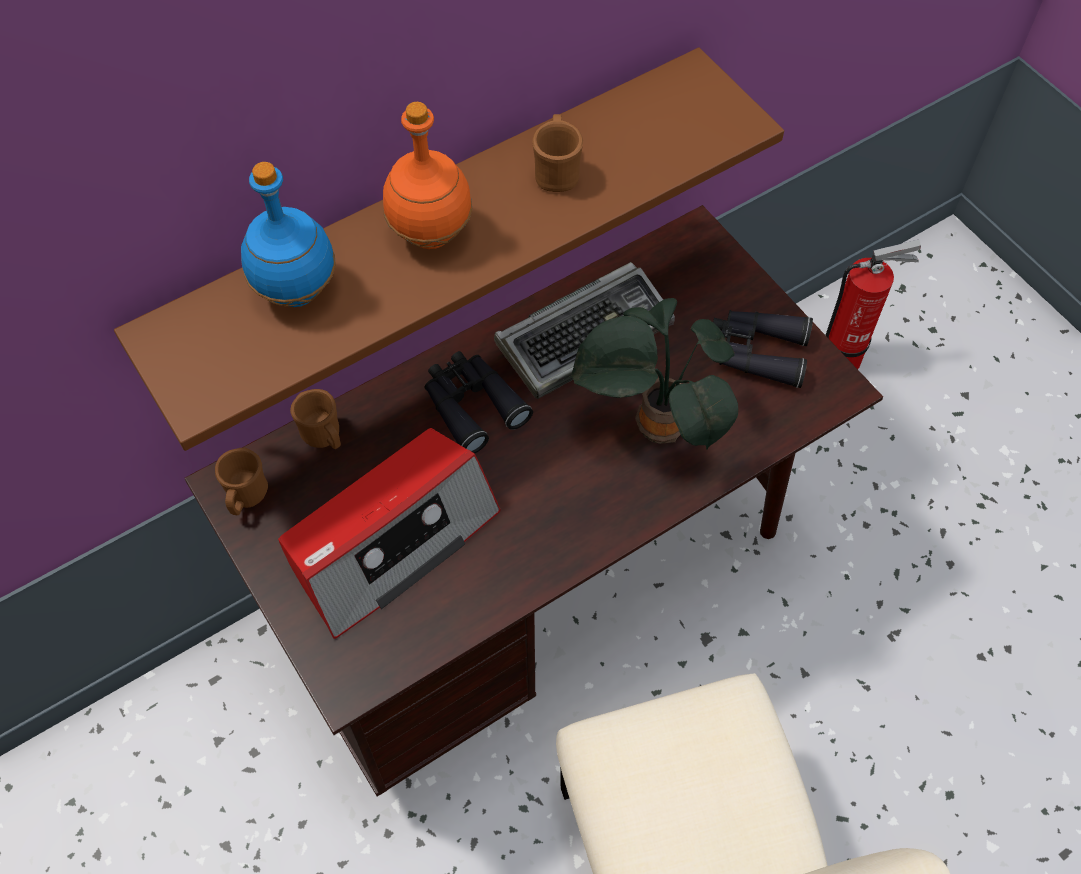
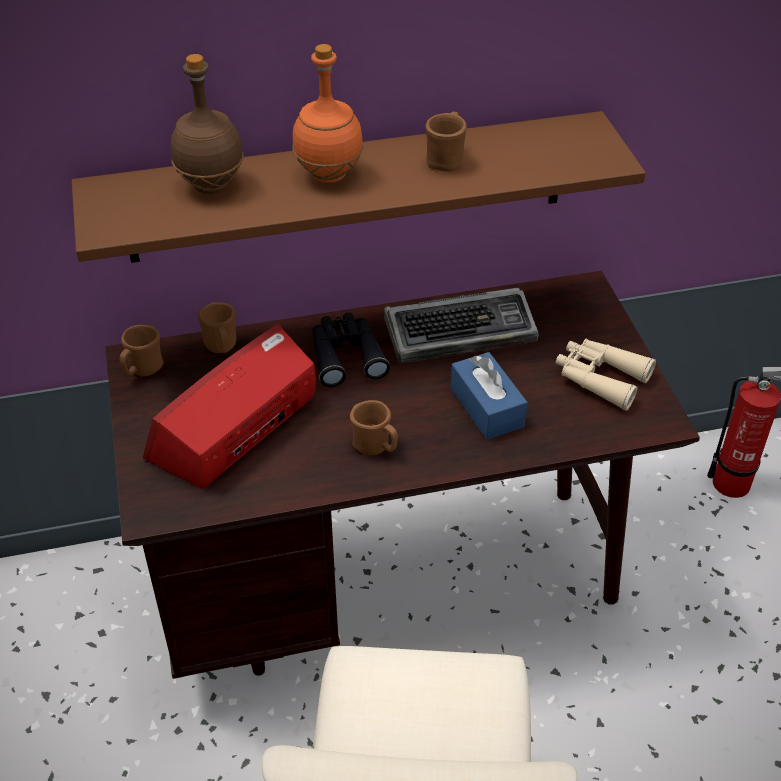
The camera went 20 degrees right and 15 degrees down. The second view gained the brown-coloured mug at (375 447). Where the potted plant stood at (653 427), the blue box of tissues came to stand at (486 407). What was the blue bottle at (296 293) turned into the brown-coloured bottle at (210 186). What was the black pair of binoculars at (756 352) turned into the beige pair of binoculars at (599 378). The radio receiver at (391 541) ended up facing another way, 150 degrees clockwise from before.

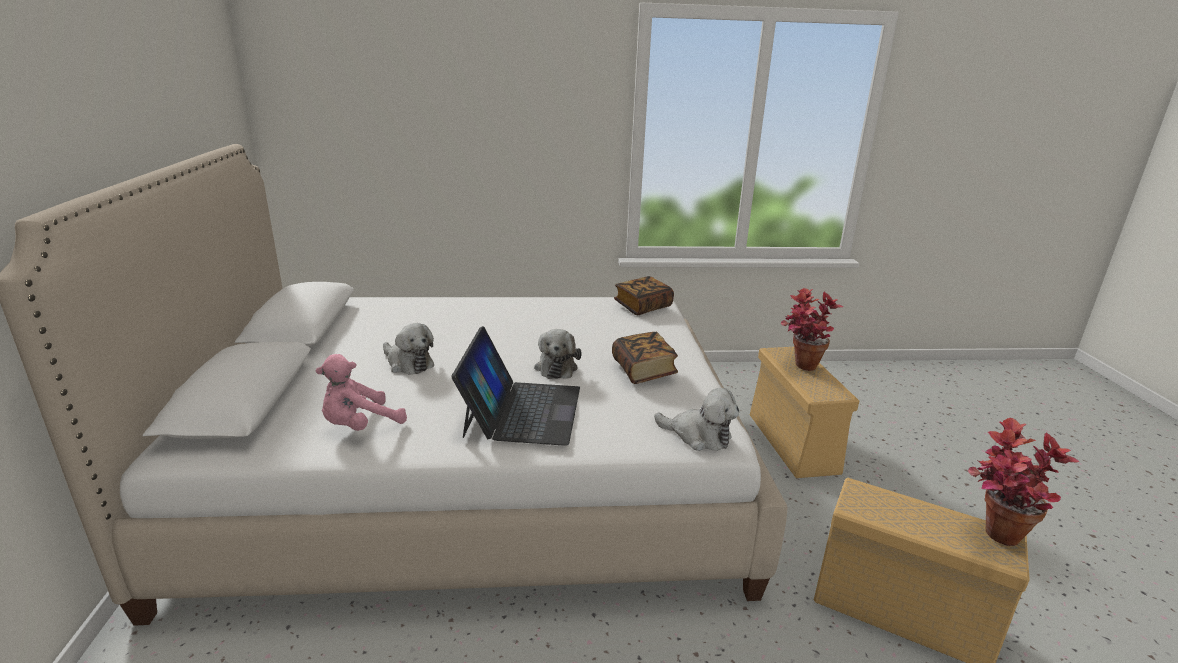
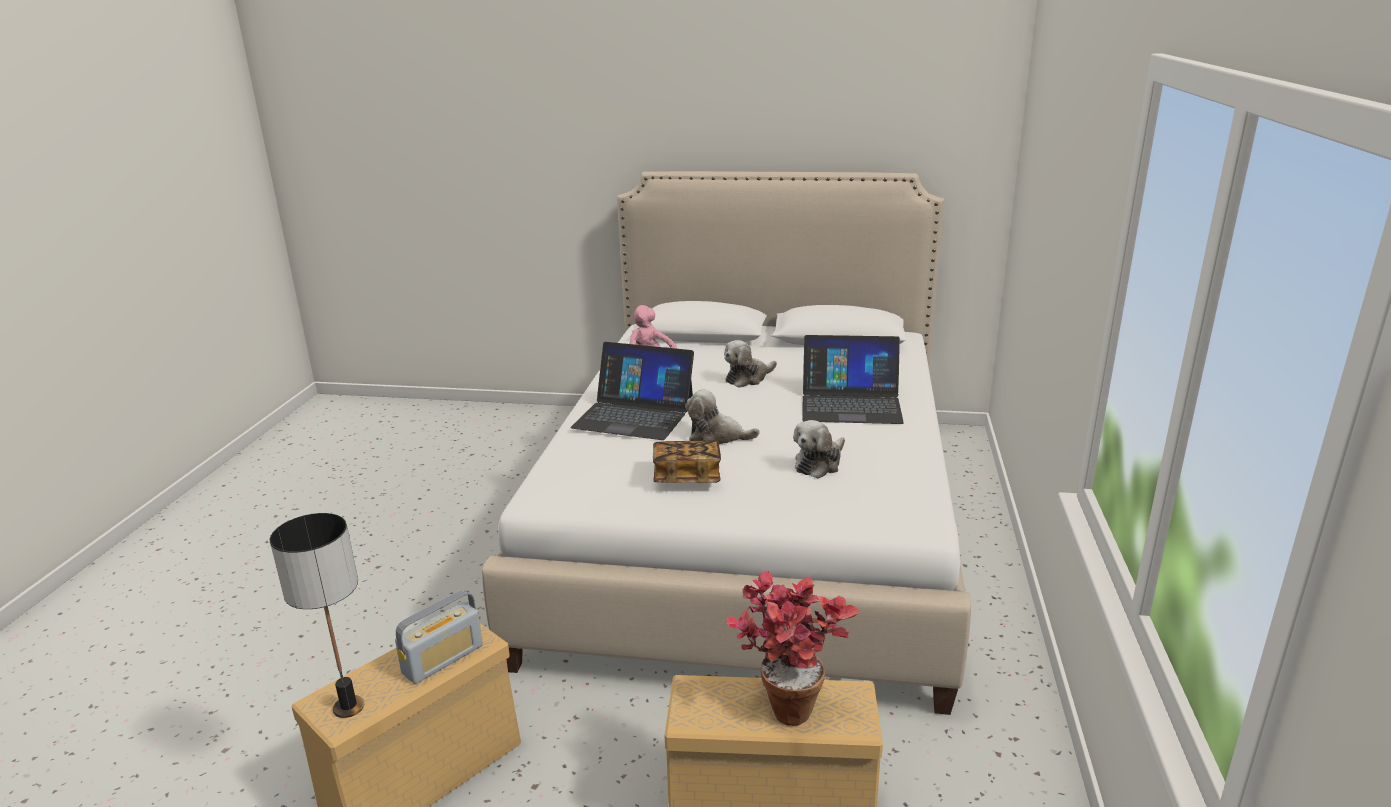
The camera went 105 degrees right and 0 degrees up. The second view lost the volume at (643 306). The second view gained the radio receiver at (443 659). The second view gained the laptop at (850 404). The cuddly toy ended up elsewhere, having gone from (698 436) to (819 463). Where the potted plant stood at (992 538), the lamp for a table came to stand at (348 708).

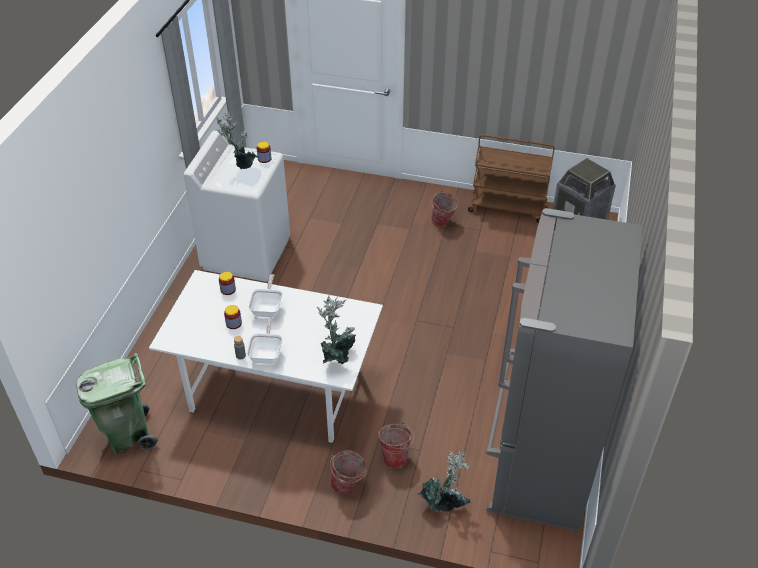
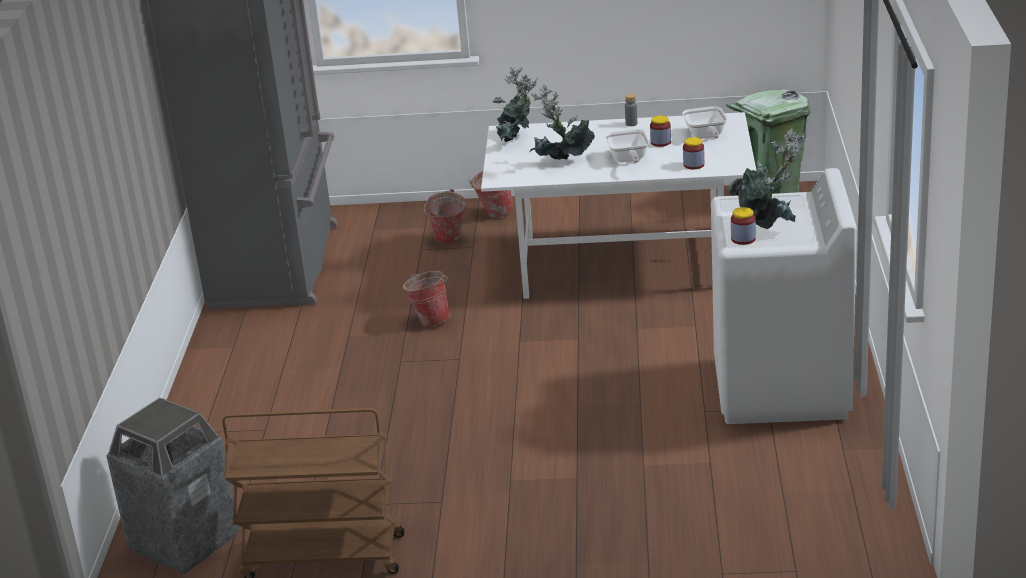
The camera went 170 degrees right and 15 degrees down. The skillet ended up elsewhere, having gone from (267 353) to (705 136). The potted plant ended up elsewhere, having gone from (444 504) to (562 163). The pail ended up elsewhere, having gone from (443 223) to (429 320).

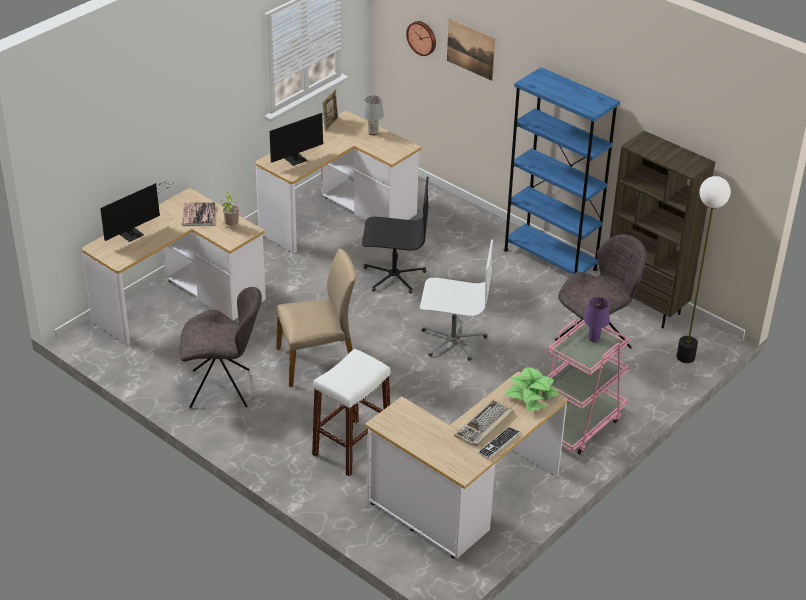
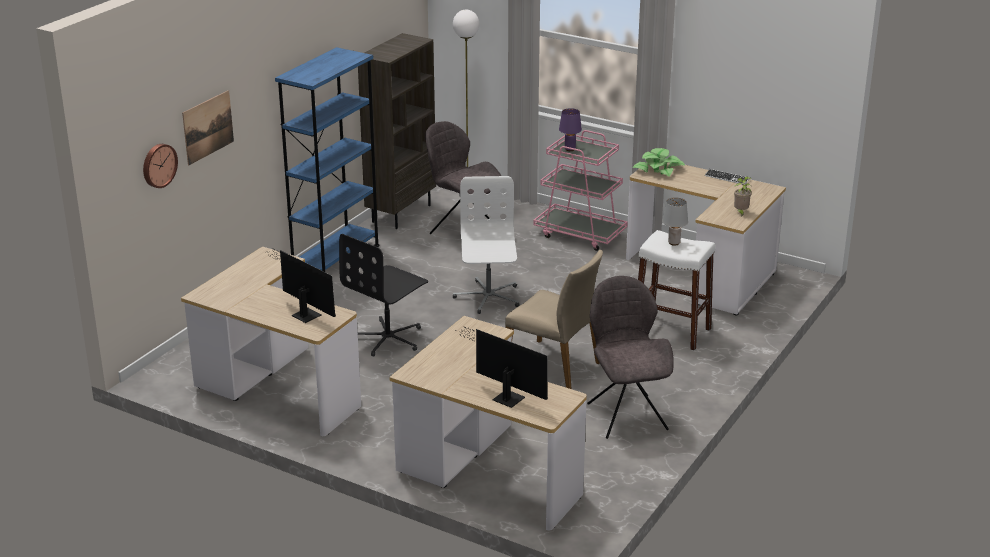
The camera went 100 degrees left and 10 degrees down. The second view lost the volume at (198 215). The second view lost the photo frame at (330 124). The second view lost the computer keyboard at (484 425). The potted plant ended up elsewhere, having gone from (231 226) to (740 213). The grey lamp for a table ended up elsewhere, having gone from (372 133) to (674 243). The beige chair at (317 361) ended up facing another way, 150 degrees clockwise from before. The black desk chair at (393 276) ended up facing another way, 135 degrees counterclockwise from before.

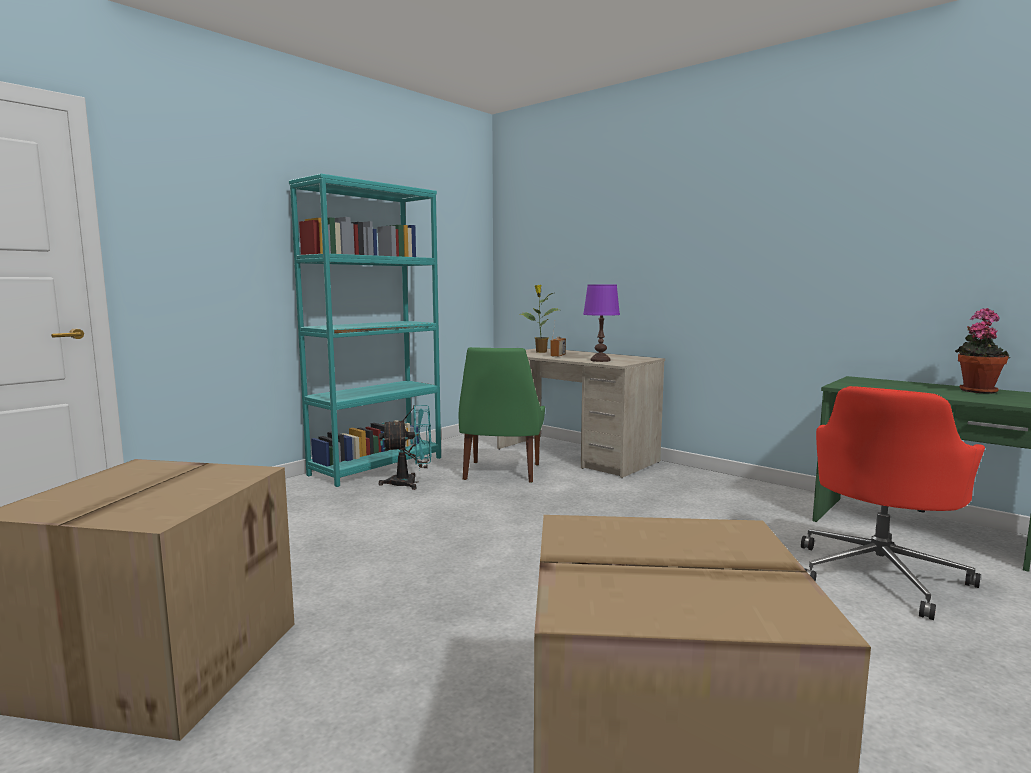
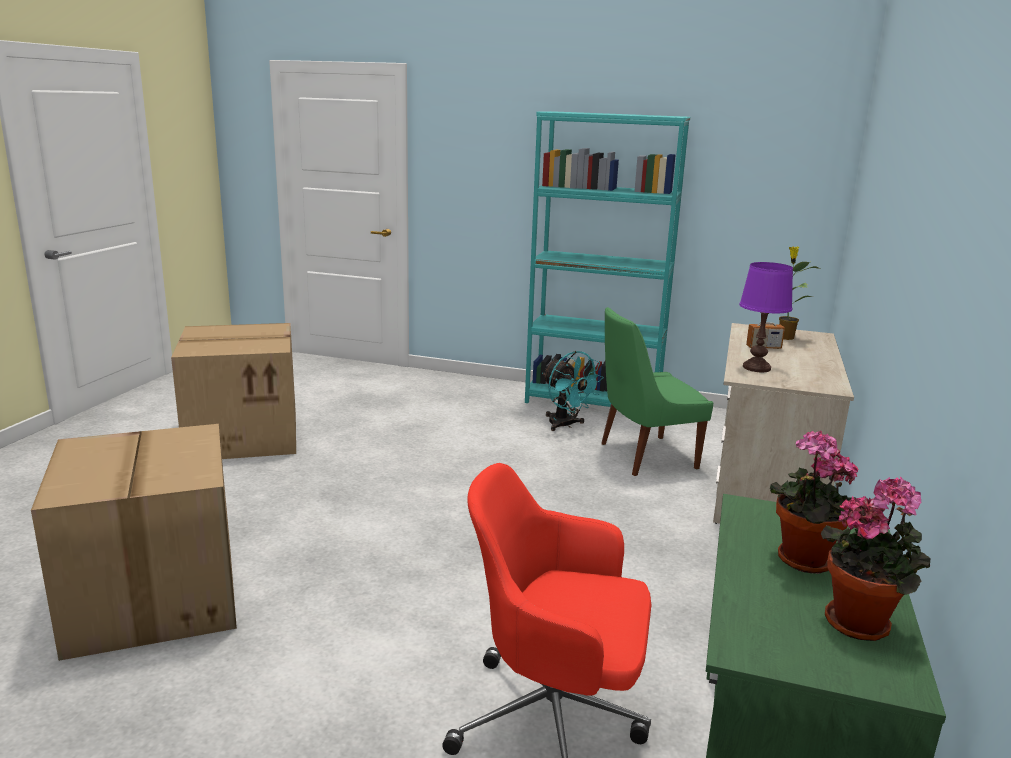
The camera went 65 degrees right and 10 degrees up. The second view gained the potted plant at (801 561).

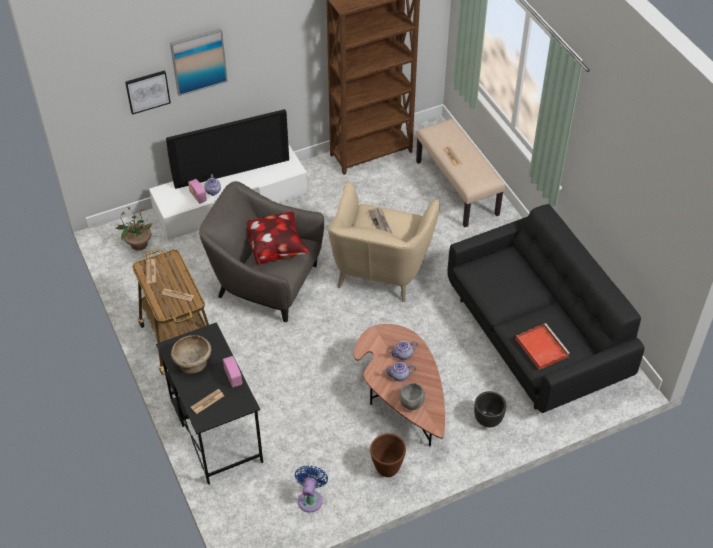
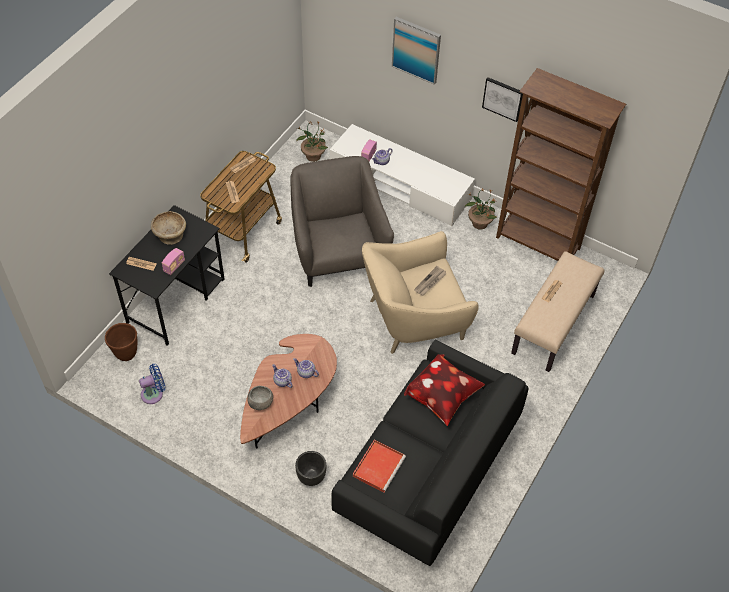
The camera went 55 degrees right and 5 degrees up. The second view lost the TV set at (231 169). The second view gained the potted plant at (479 223). The wall art ended up elsewhere, having gone from (147 91) to (503 98). The throw pillow ended up elsewhere, having gone from (276 248) to (443 398). The brown-coloured planter ended up elsewhere, having gone from (387 469) to (126 354).

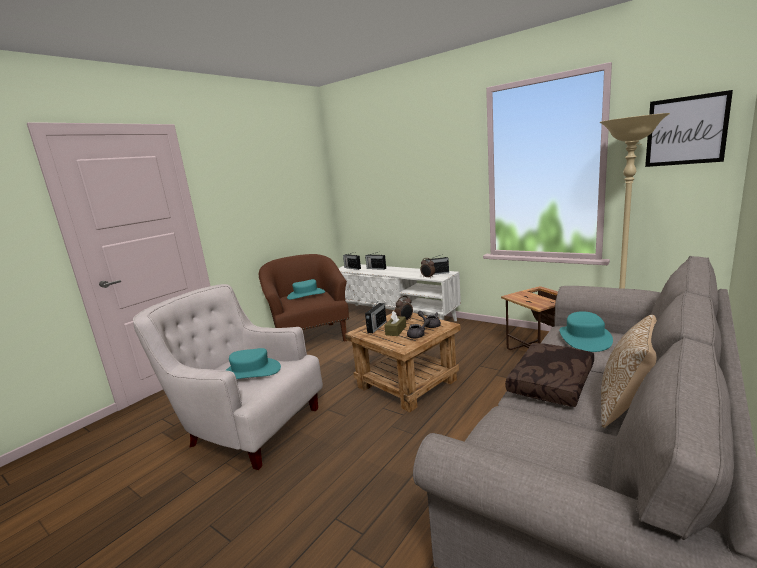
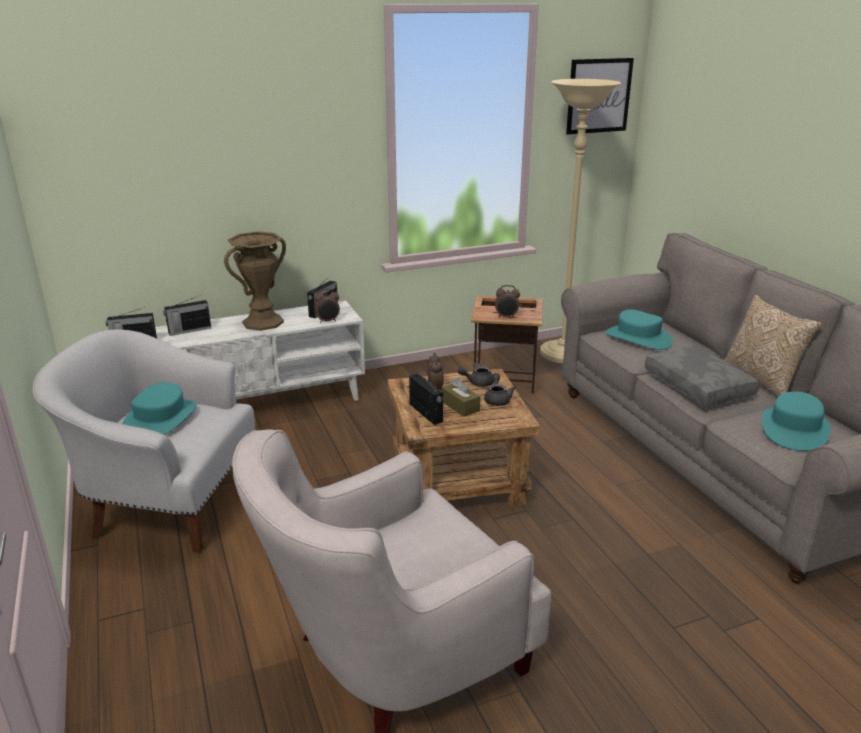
The camera went 60 degrees left and 10 degrees up. The second view gained the brown-coloured flower vase at (263 322). The second view gained the bedside clock at (506 317). The blue-green clothing hat ended up elsewhere, having gone from (251 372) to (794 429). What was the brown-coloured lounge chair at (311 337) turned into the white lounge chair at (168 504). What was the brown-coloured throw pillow at (552 383) turned into the grey throw pillow at (699 386).

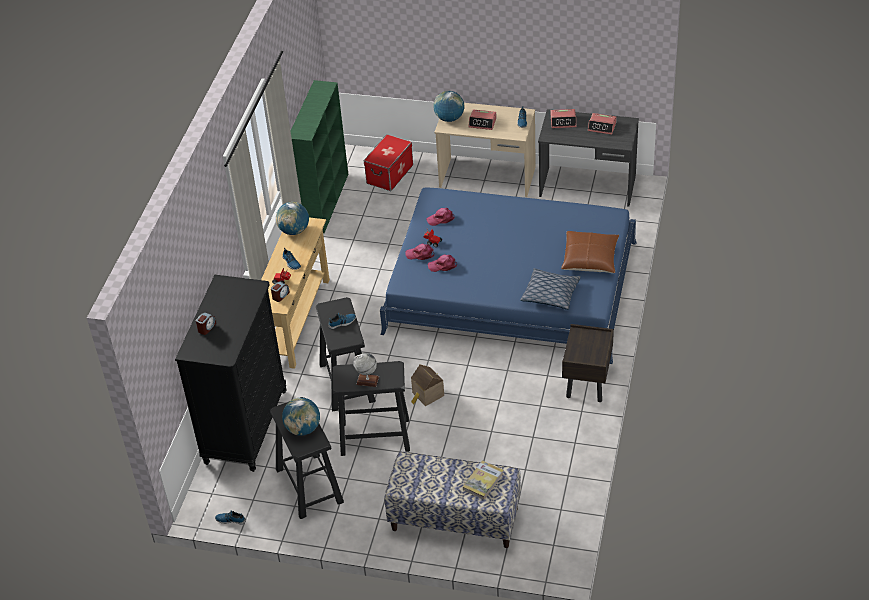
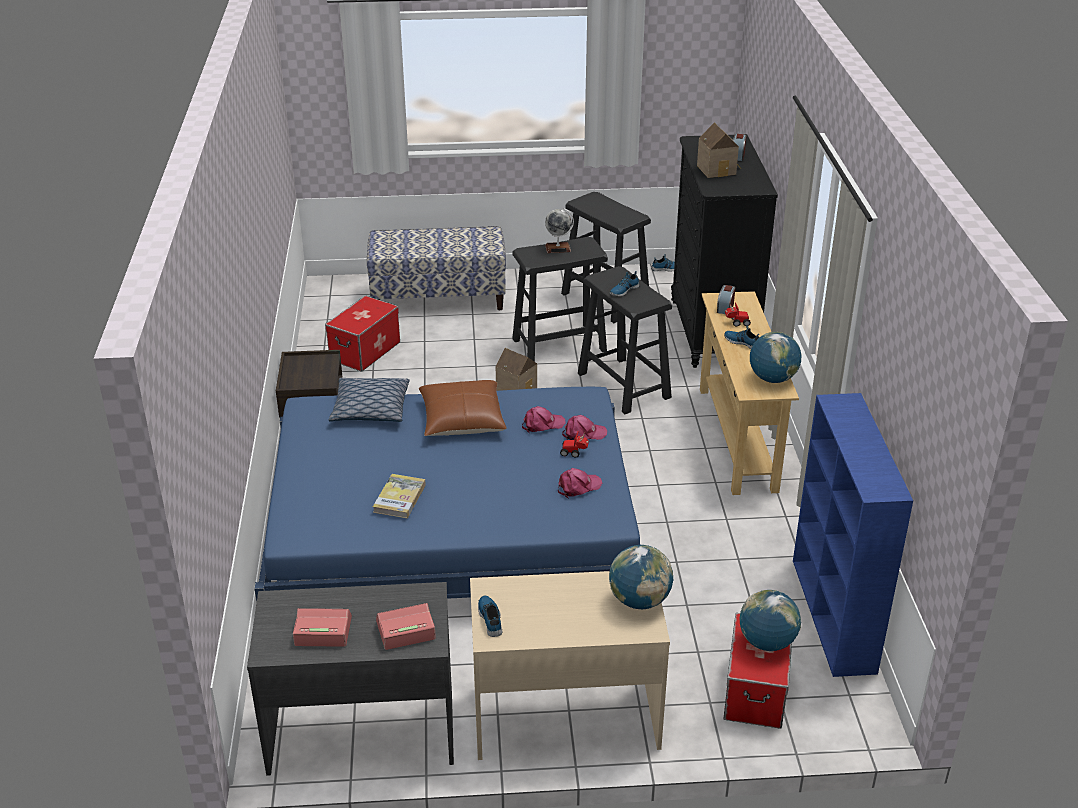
The camera went 160 degrees right and 10 degrees down. The second view lost the bedside clock at (482 123). The second view gained the storage bin at (365 351). The second view gained the model house at (718 170). The desk globe ended up elsewhere, having gone from (303 429) to (767 642). The volume ended up elsewhere, having gone from (483 481) to (399 498). The brown-coloured throw pillow ended up elsewhere, having gone from (590 259) to (462 420). What was the green bookshelf at (325 201) turned into the blue bookshelf at (834 616).

